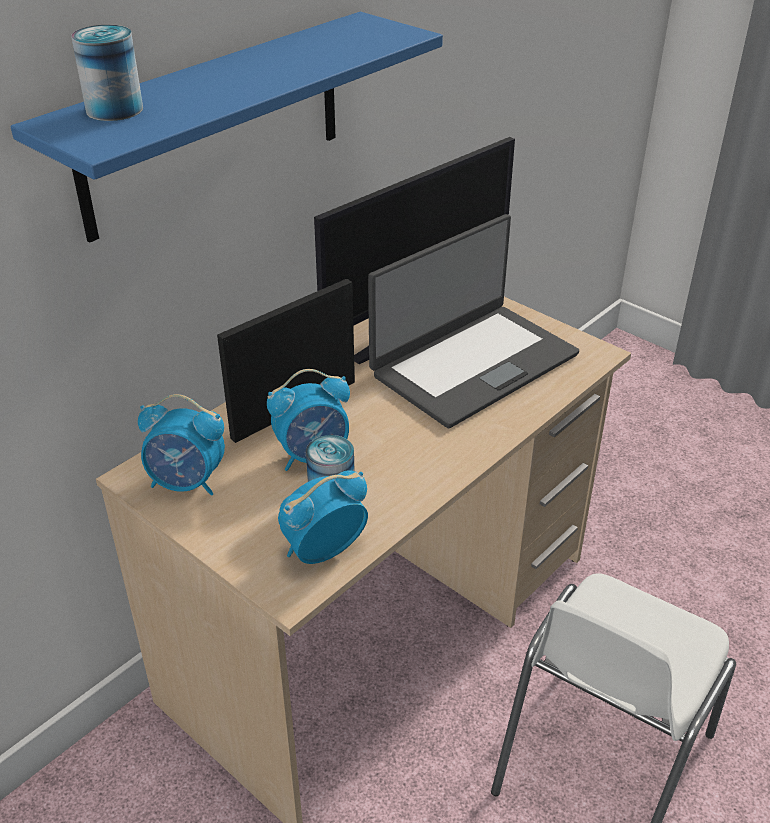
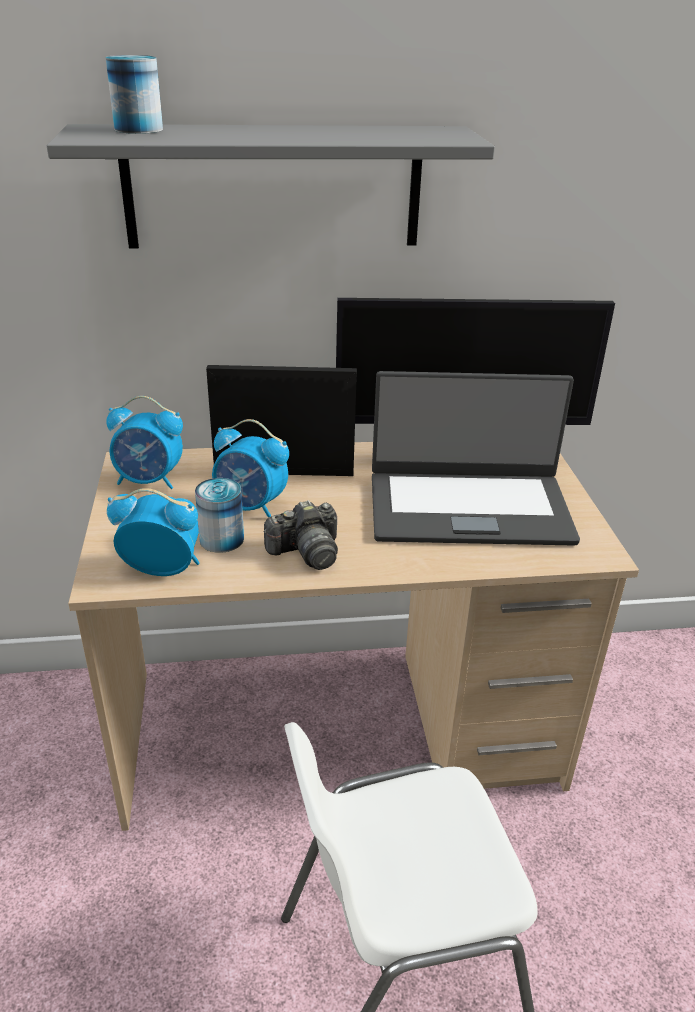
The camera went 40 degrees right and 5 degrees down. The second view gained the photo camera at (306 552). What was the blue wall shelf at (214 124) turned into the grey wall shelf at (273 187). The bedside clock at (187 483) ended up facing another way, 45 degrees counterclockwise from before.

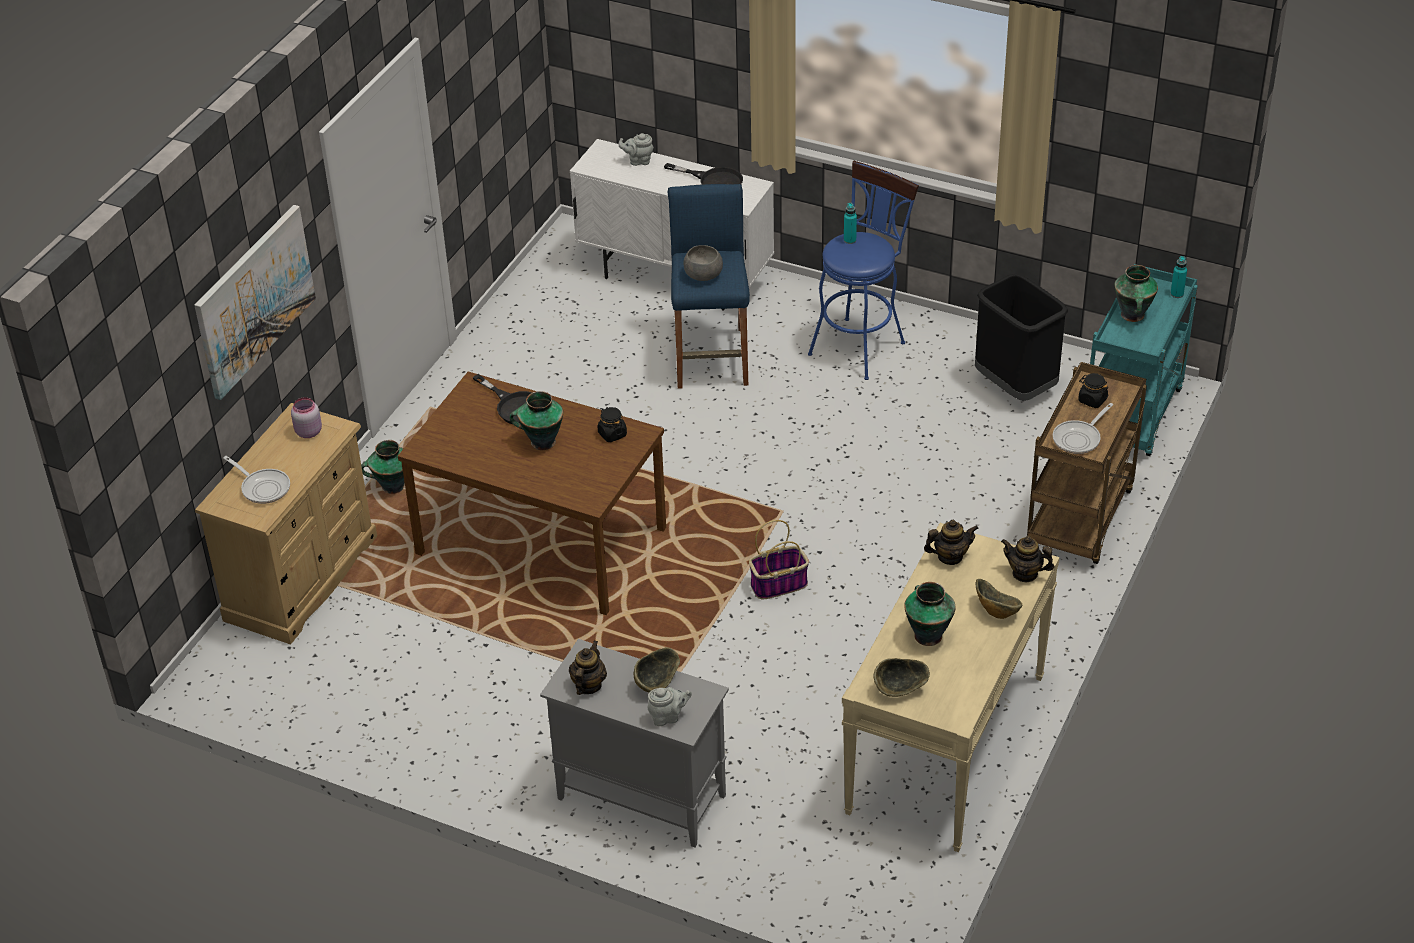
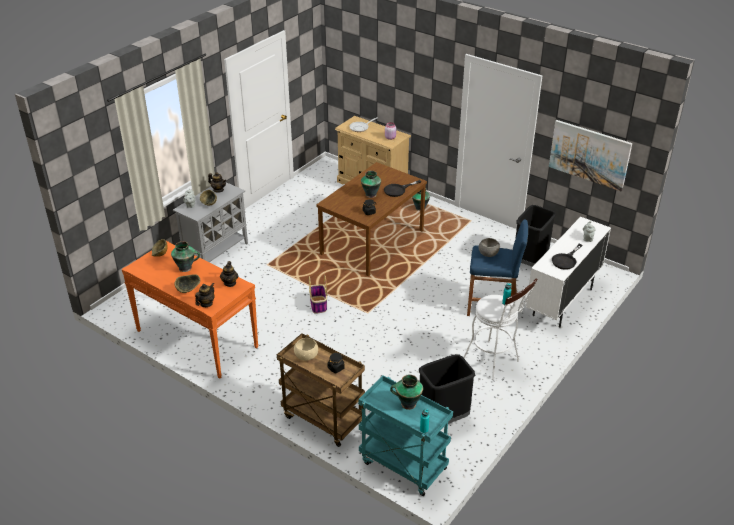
The camera went 100 degrees right and 5 degrees down. The second view gained the black trash can at (530 260). The wall art ended up elsewhere, having gone from (254 300) to (589 154). Where the skillet stood at (1079 438), the beige bowl came to stand at (306 355). What was the blue sitting stool at (861 344) turned into the white sitting stool at (494 362). What was the beige hall table at (946 745) turned into the orange-coloured hall table at (196 339).

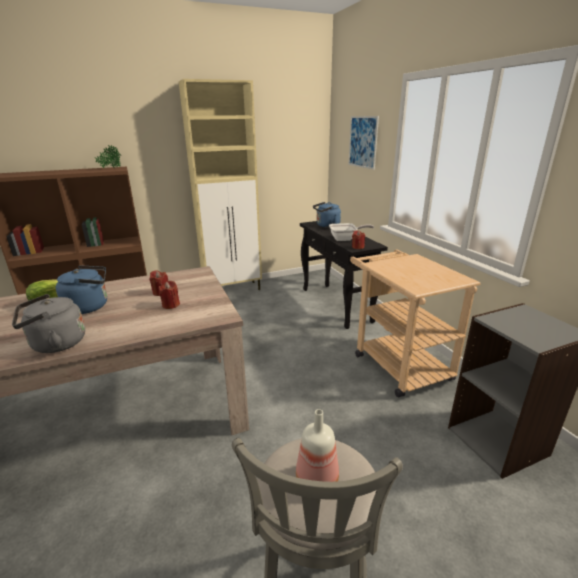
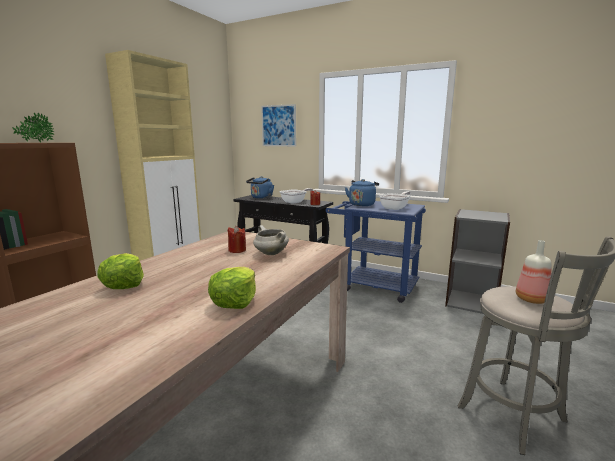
The camera went 40 degrees left and 10 degrees down. The second view gained the skillet at (395 208). The blue water kettle ended up elsewhere, having gone from (90 306) to (362 204). Where the grey water kettle stood at (55 344), the head of lettuce came to stand at (235 301). Where the red-coloured wax light stood at (171 305), the white cooking pot came to stand at (270 253). What was the beige wheeled cart at (396 362) turned into the blue wheeled cart at (373 285).

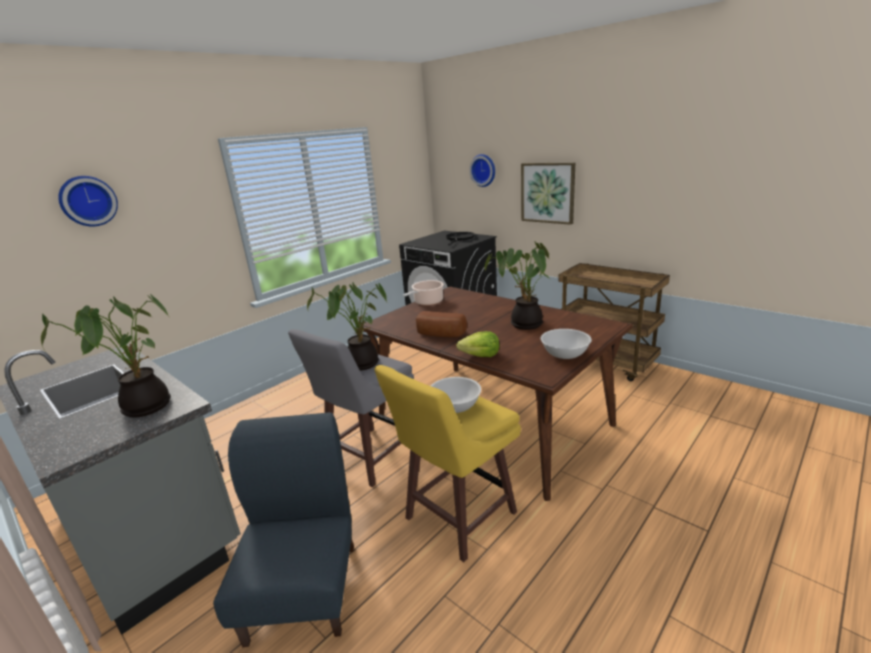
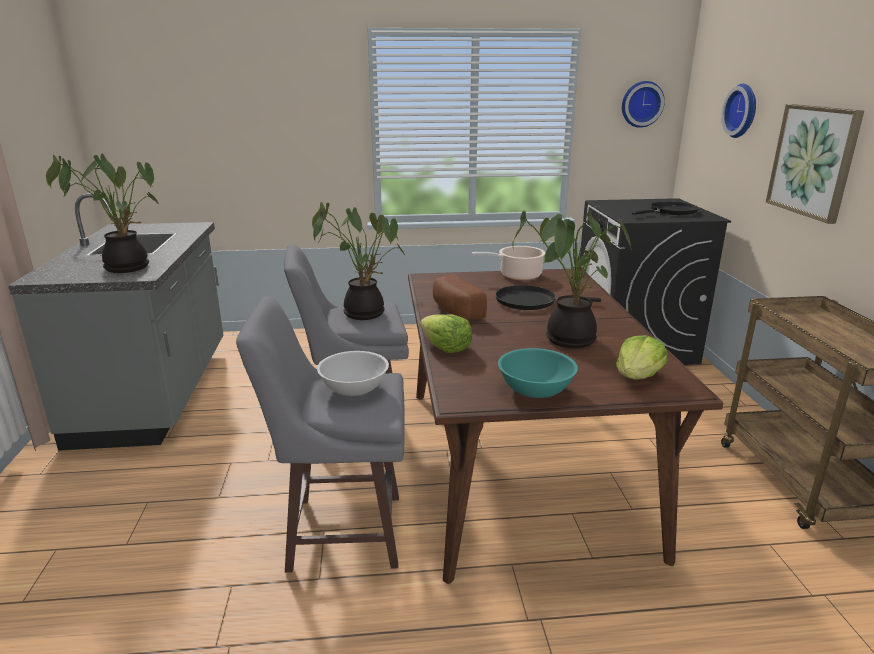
The camera went 40 degrees right and 0 degrees up. The second view lost the blue chair at (304 590). The second view gained the black skillet at (530 302). The second view gained the head of lettuce at (638 376). The hanging clock ended up elsewhere, having gone from (87 201) to (641 104). What was the yellow-coloured sitting stool at (457 517) turned into the grey sitting stool at (341 531). What was the white bowl at (564 354) turned into the blue-green bowl at (535 389).

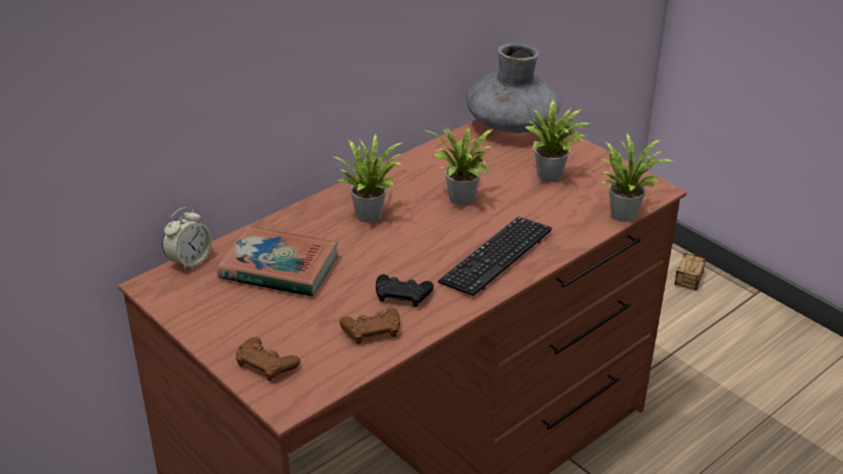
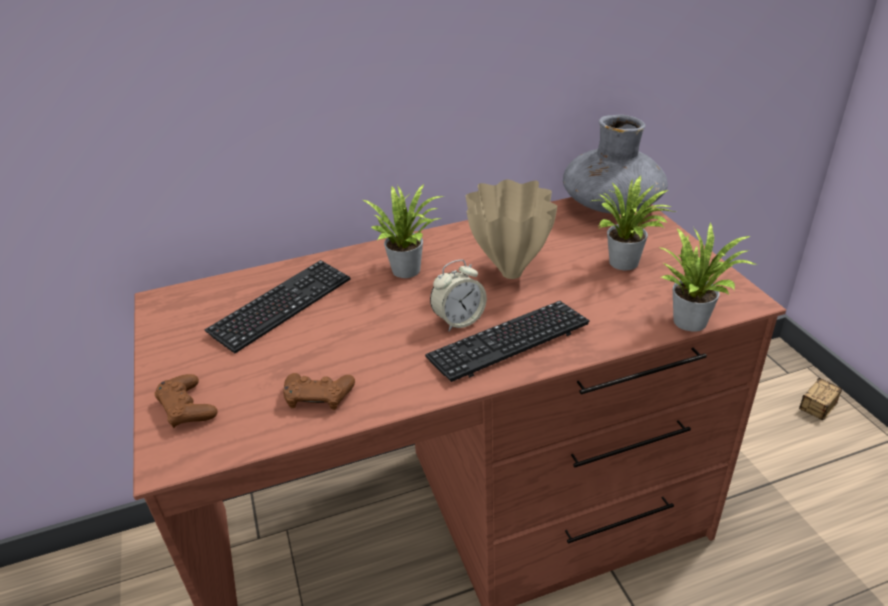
The camera went 25 degrees right and 0 degrees up. The second view lost the black gamepad at (402 295). The bedside clock ended up elsewhere, having gone from (189 261) to (459 320). Where the volume stood at (279 268), the computer keyboard came to stand at (281 307). Where the potted plant stood at (461 200), the beige flower vase came to stand at (510 272).

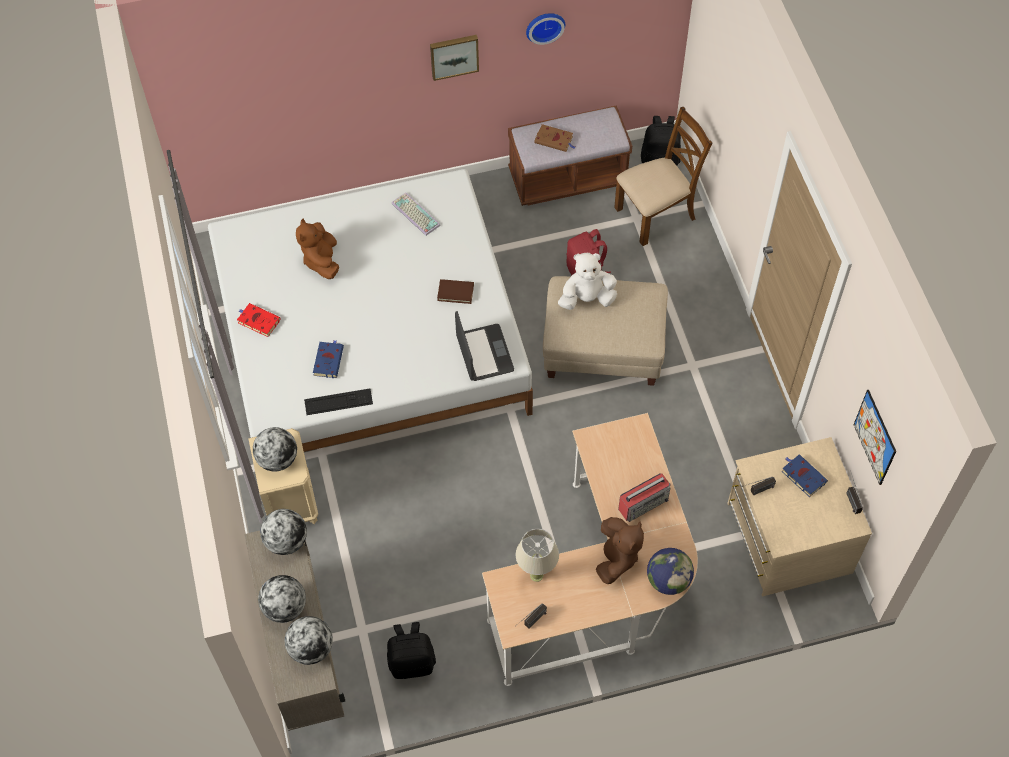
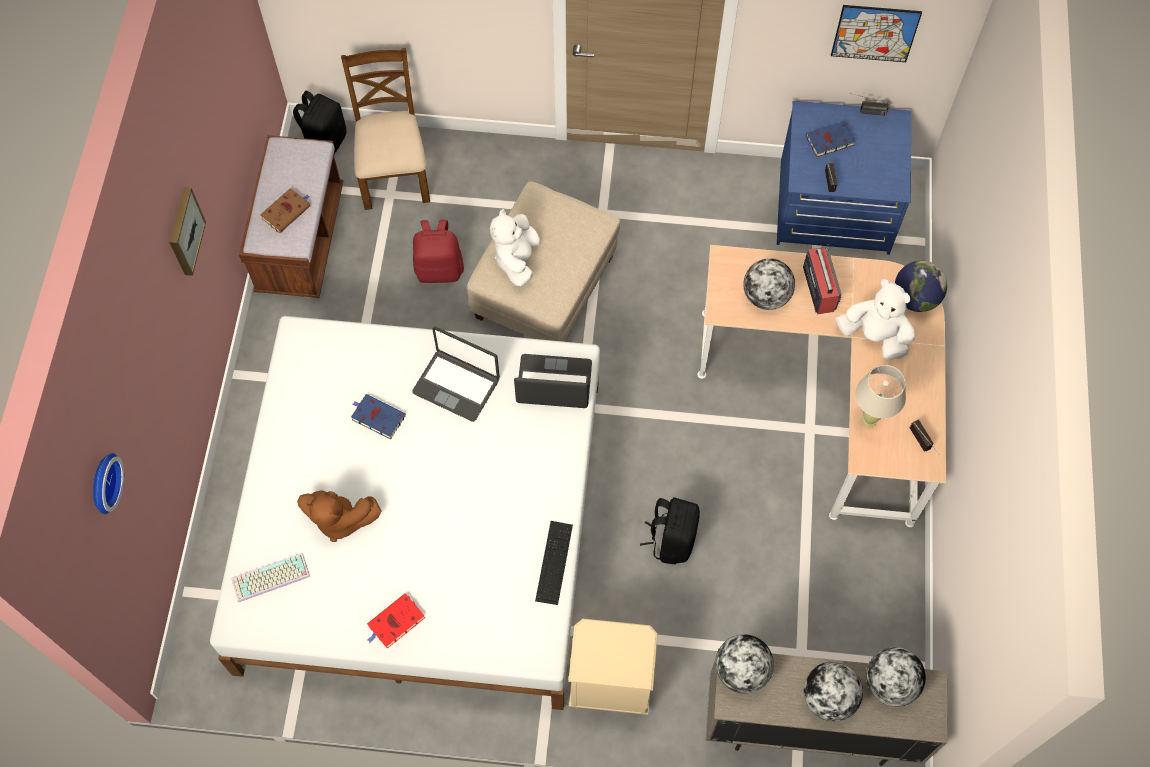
The camera went 70 degrees left and 5 degrees up. The desk globe ended up elsewhere, having gone from (277 459) to (766 296). The blue volume ended up elsewhere, having gone from (328 360) to (377 417). The black rucksack ended up elsewhere, having gone from (412 662) to (671 540). The computer keyboard ended up elsewhere, having gone from (414 214) to (270 579). The hanging clock ended up elsewhere, having gone from (544 25) to (102 483). Where the brown-coloured volume stood at (455 292), the laptop came to stand at (456 385). What was the brown-coloured cuddly toy at (616 558) turned into the white cuddly toy at (874 336). What was the beige drawer chest at (787 538) turned into the blue drawer chest at (834 208).

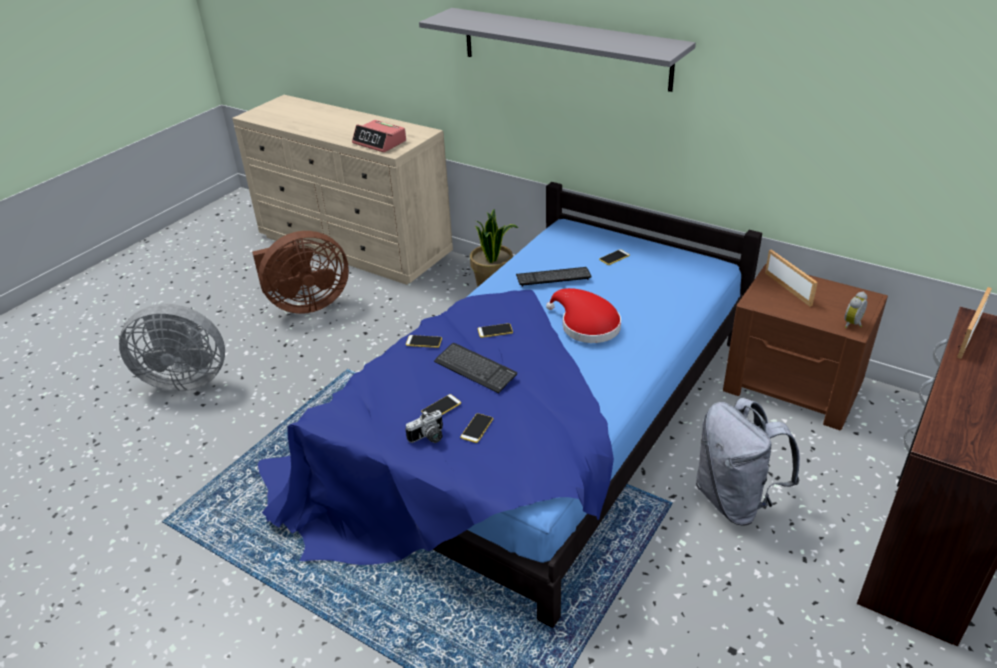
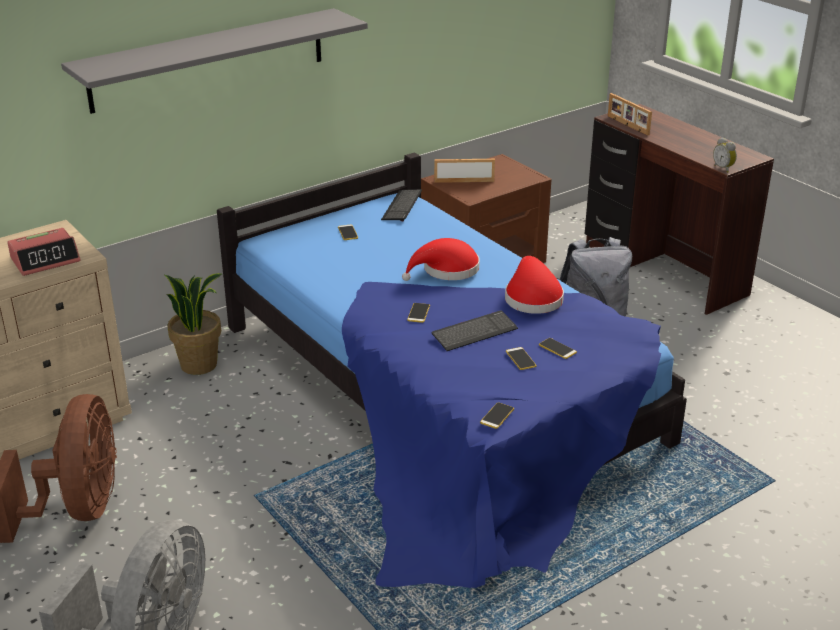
The camera went 70 degrees left and 5 degrees down. The second view lost the photo camera at (429 438). The second view gained the red-coloured clothing hat at (532 297). The handset ended up elsewhere, having gone from (424 342) to (497 416). The computer keyboard ended up elsewhere, having gone from (553 277) to (402 206). The bedside clock ended up elsewhere, having gone from (854 324) to (724 168).

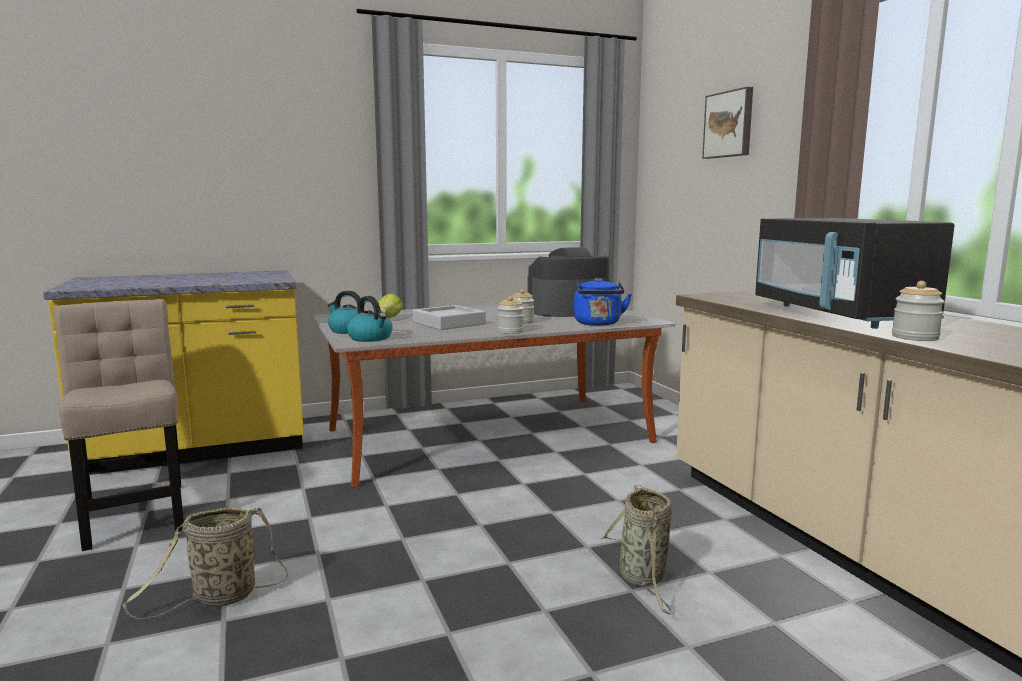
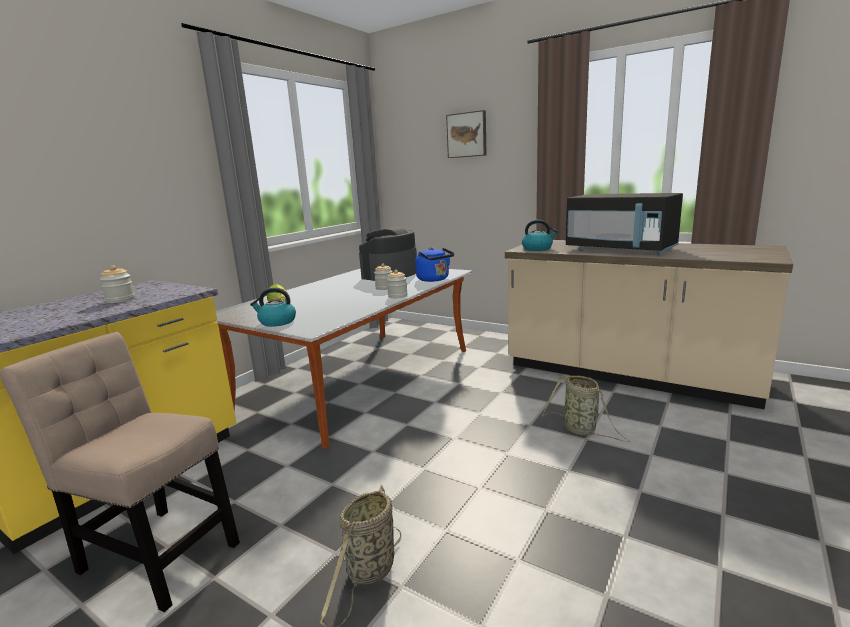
The camera went 35 degrees left and 5 degrees up. The second view lost the grey tray at (449 323). The water kettle ended up elsewhere, having gone from (371 338) to (537 248). The preserve jar ended up elsewhere, having gone from (915 337) to (120 300).

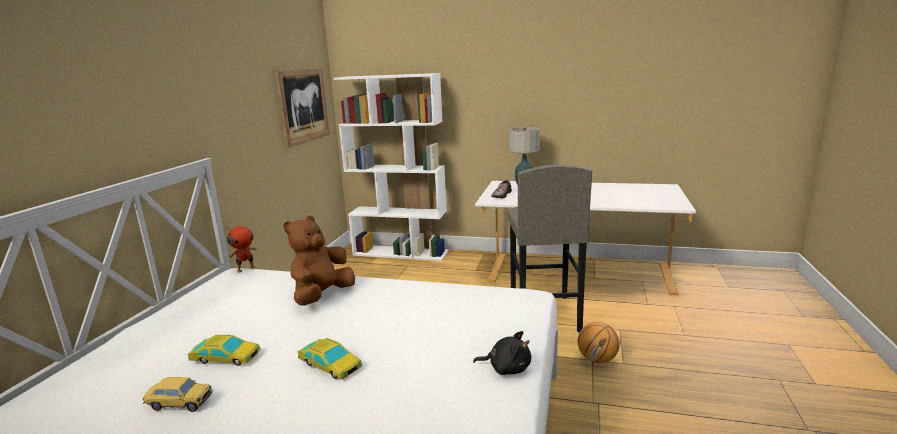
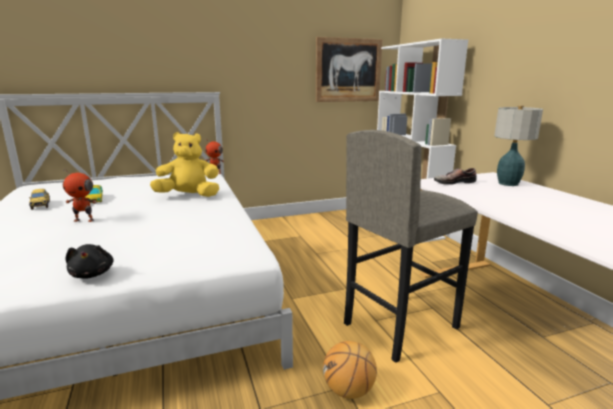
The camera went 55 degrees right and 0 degrees up. Where the miniature car stood at (330 364), the robot figure came to stand at (84 220). What was the brown-coloured cuddly toy at (322 296) turned into the yellow-coloured cuddly toy at (189 196).

